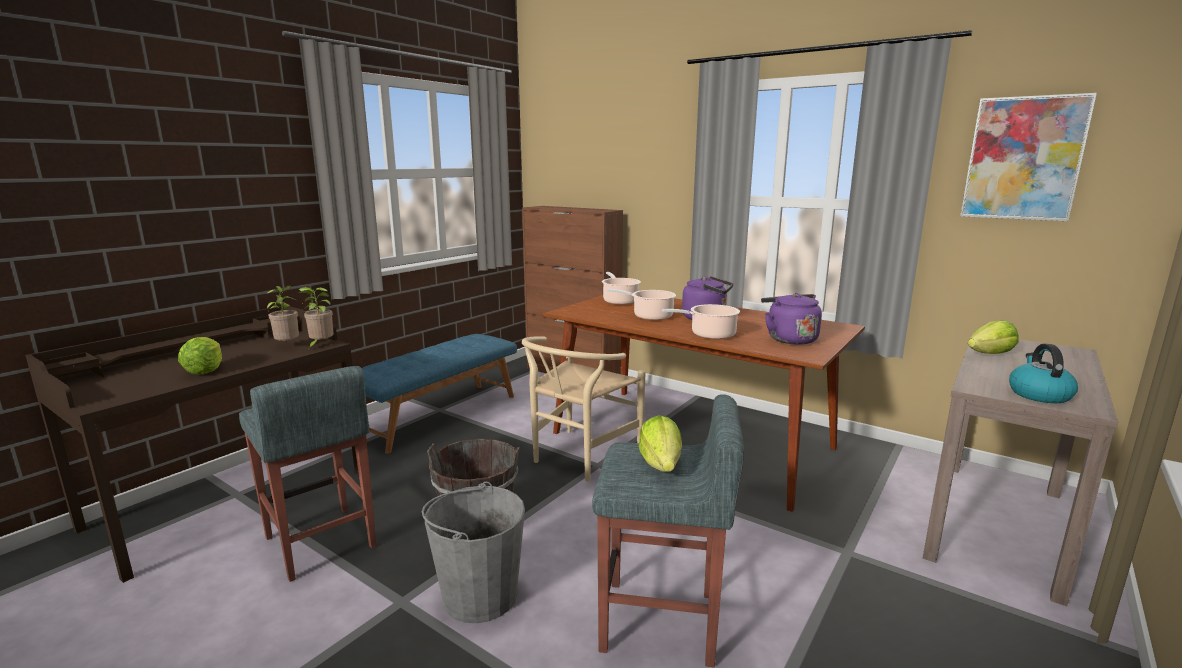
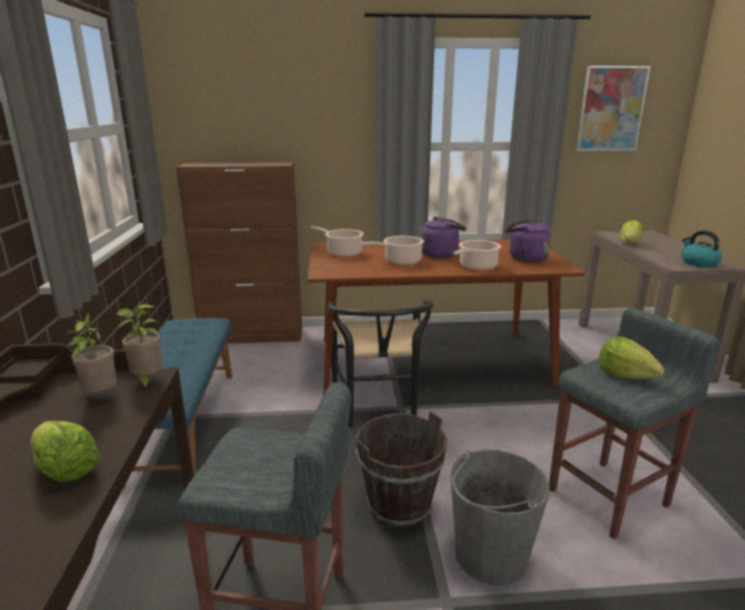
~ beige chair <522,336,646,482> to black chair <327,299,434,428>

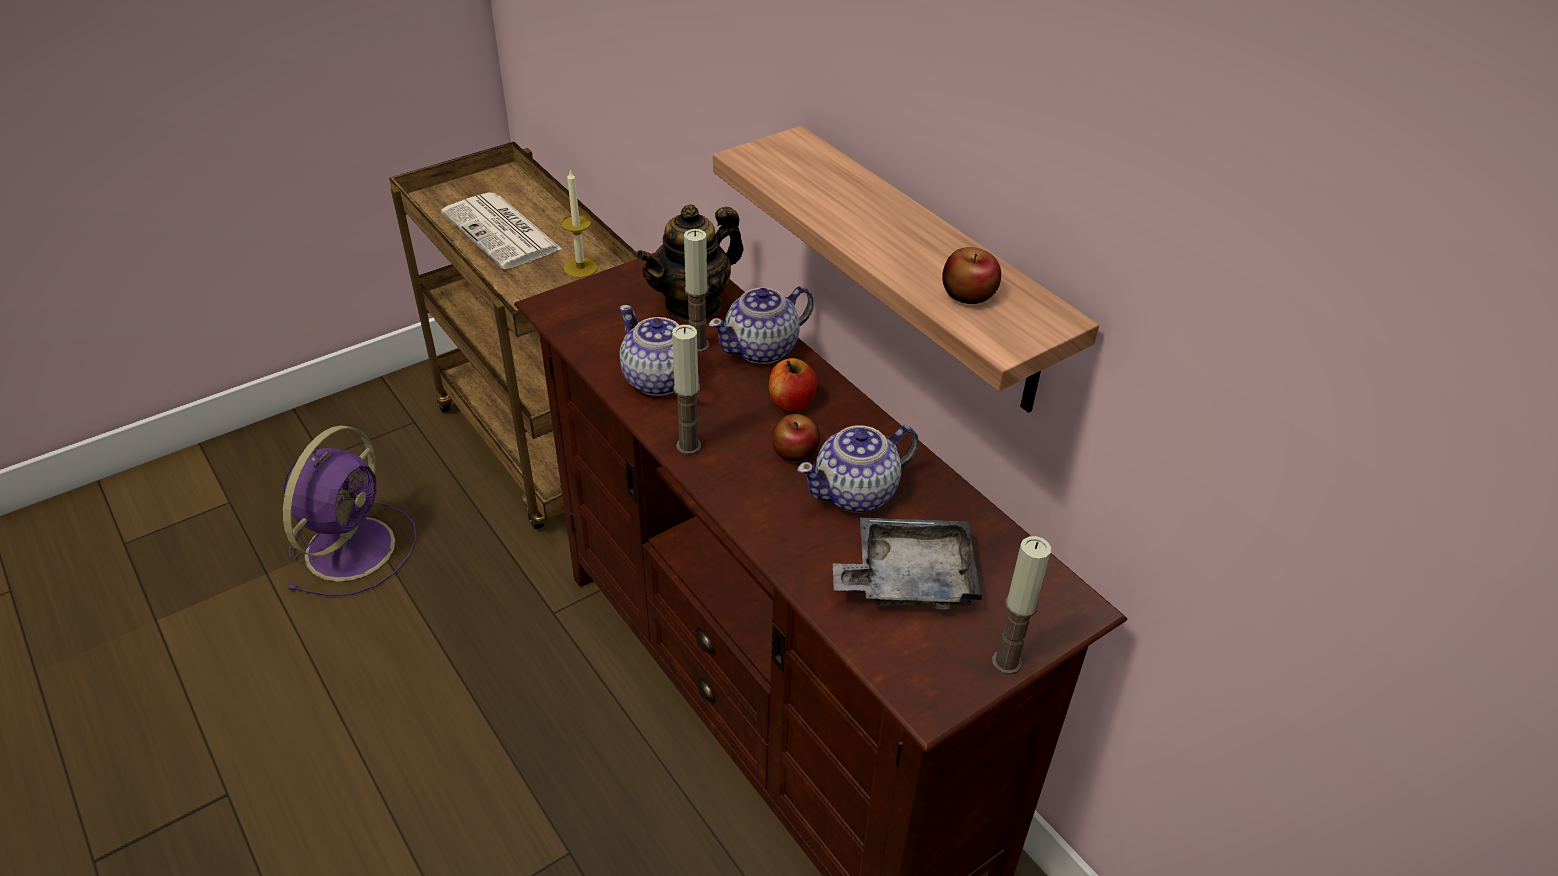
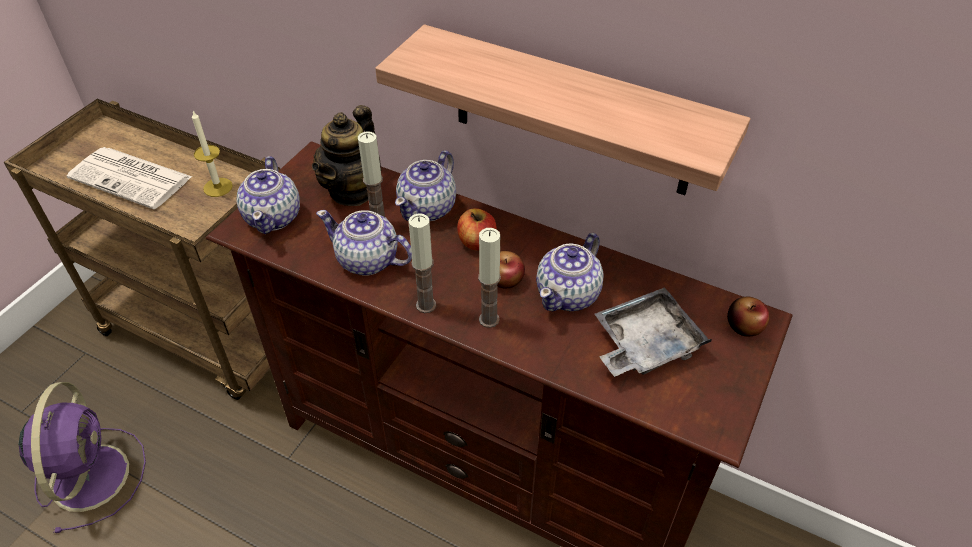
~ apple <942,247,1001,304> to <727,297,769,337>
~ candle <992,536,1051,675> to <478,228,501,328>
+ teapot <237,156,300,234>

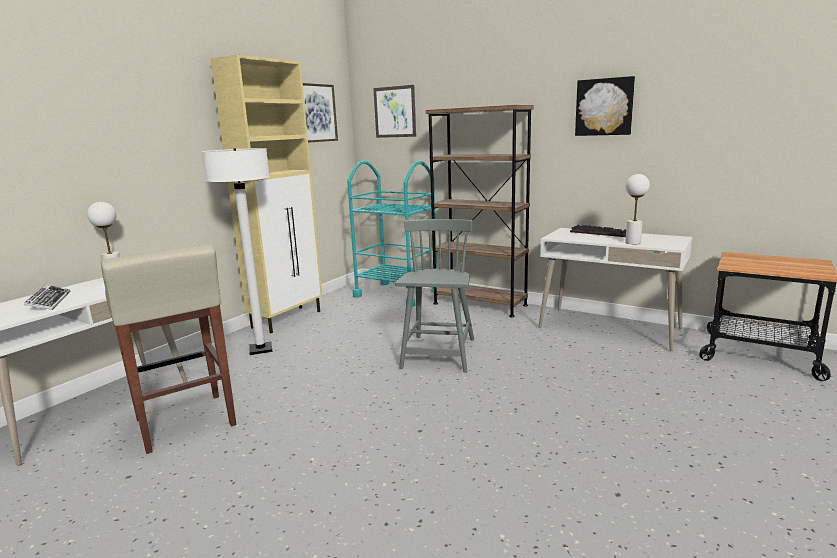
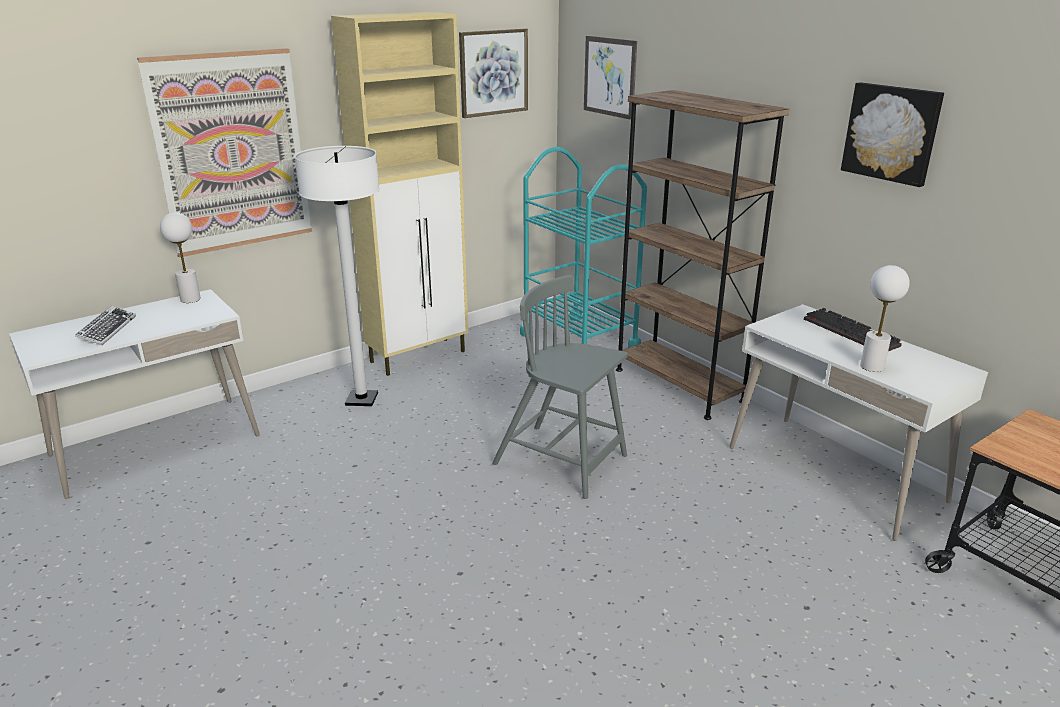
- beige stool <100,245,236,454>
~ grey chair <395,219,474,373> = <492,275,628,499> 90 degrees counterclockwise
+ picture <137,48,312,257>

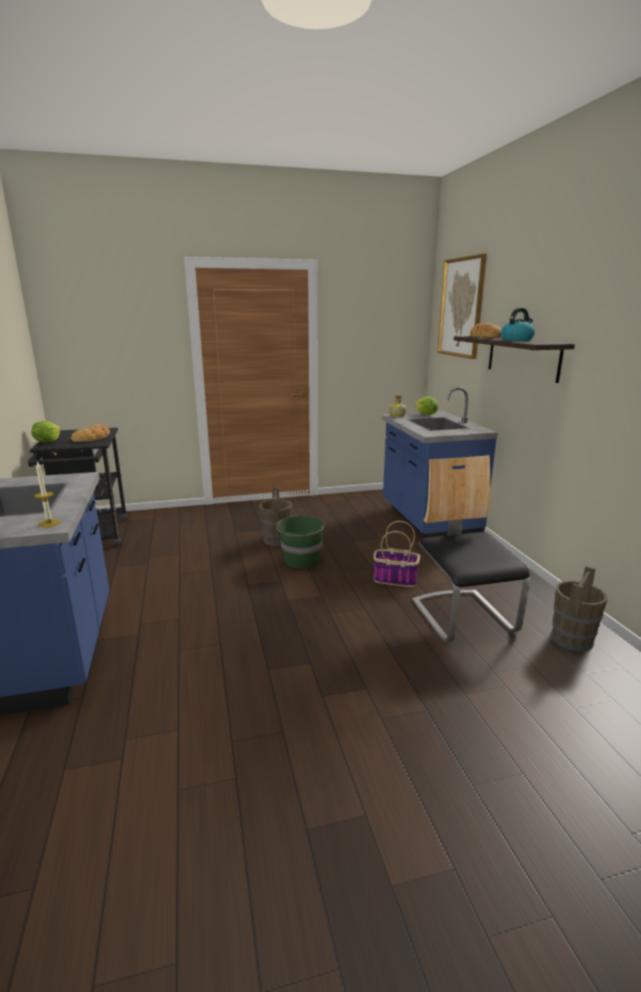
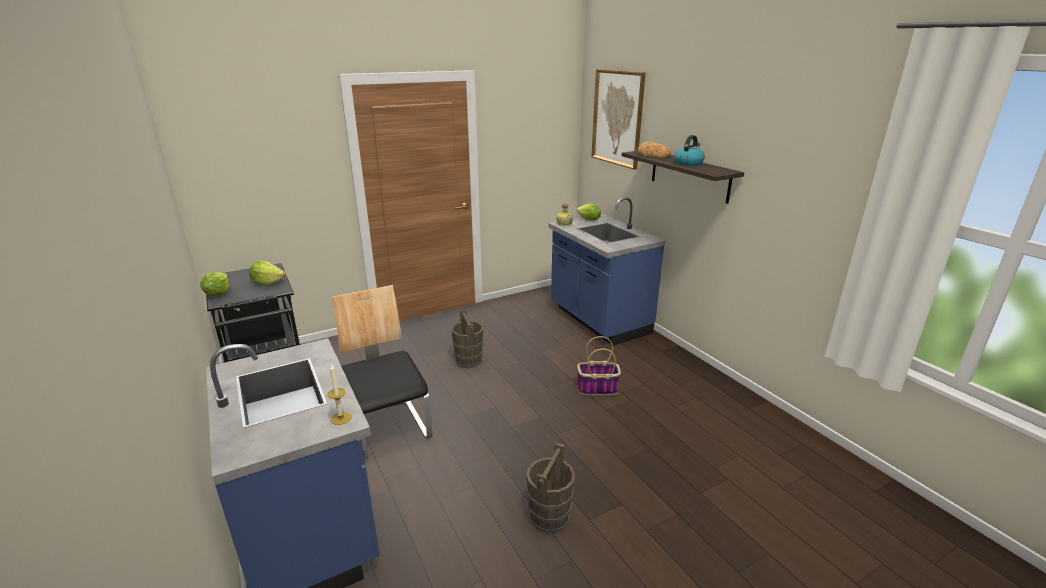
~ bread <71,424,110,442> to lettuce <249,261,286,285>
- green bucket <276,515,325,569>
~ chair <412,455,530,642> to <332,285,433,459>
~ brown bucket <551,566,607,652> to <526,443,575,533>

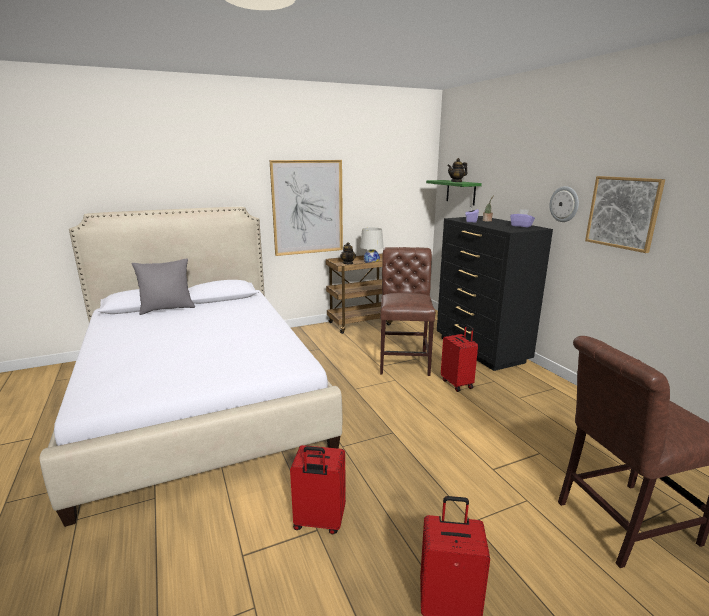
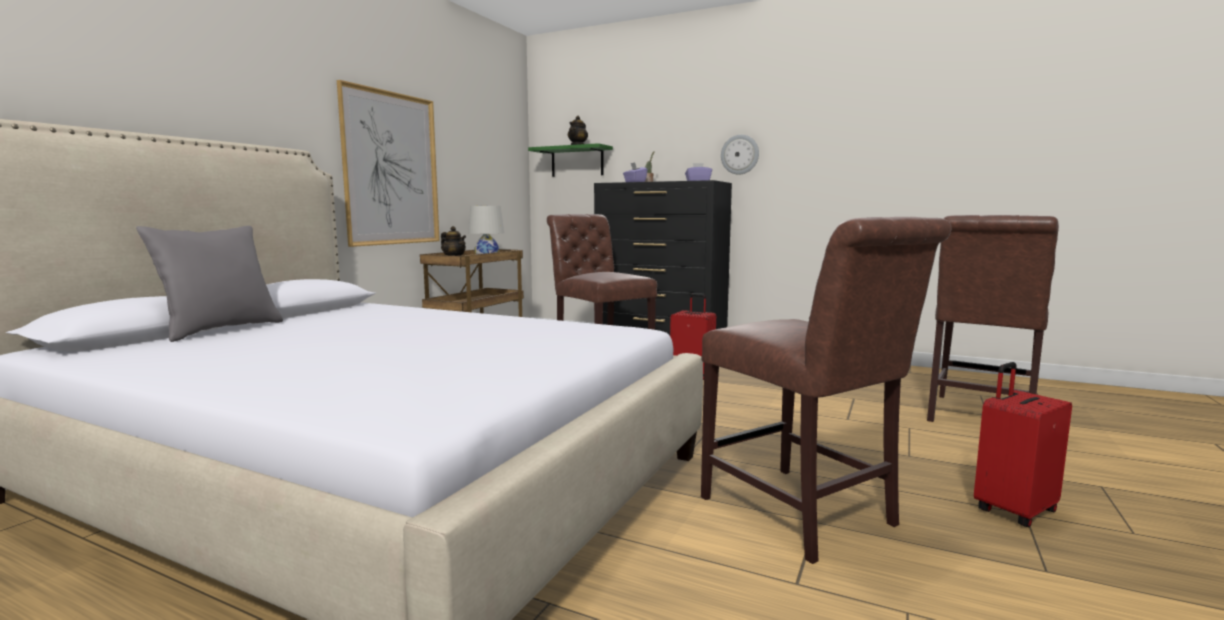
~ red suitcase <290,445,346,534> to brown chair <701,217,952,564>
- picture <585,176,665,253>

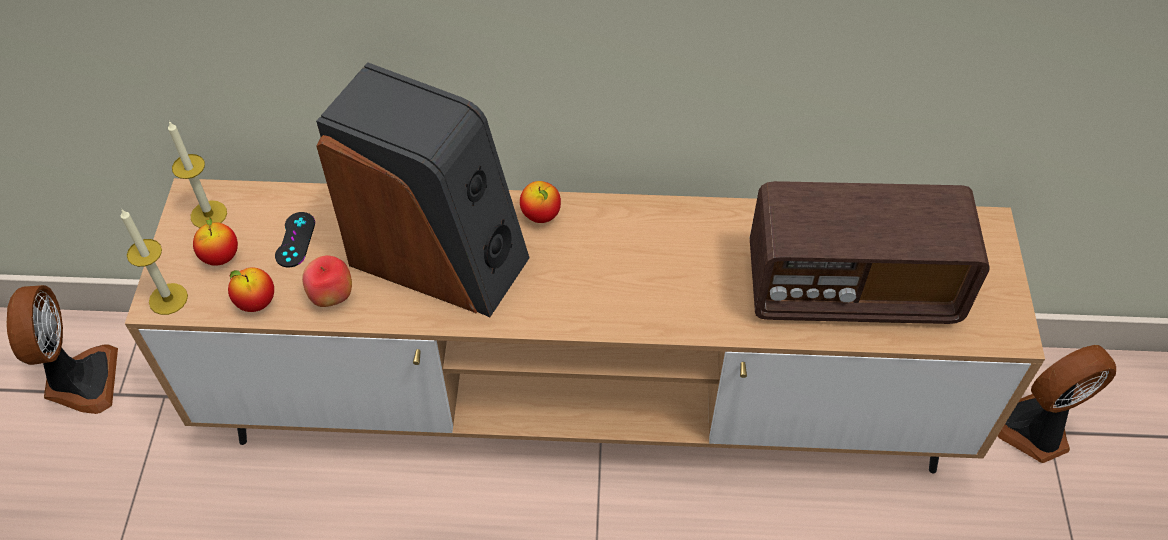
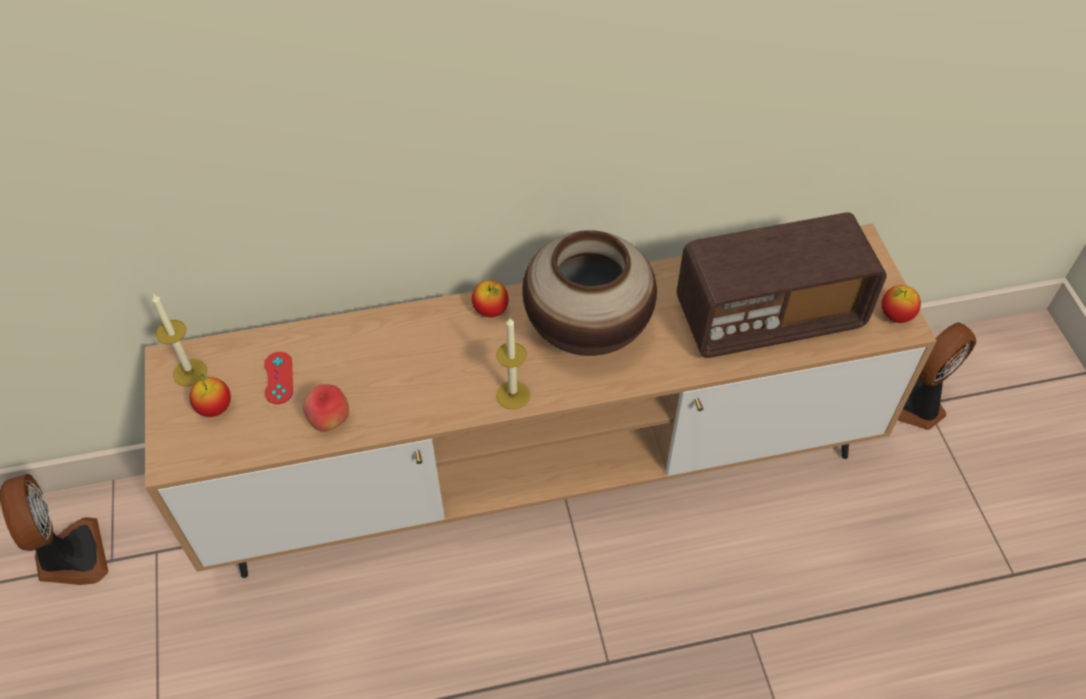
~ candle <121,208,188,315> to <496,318,530,410>
~ apple <228,267,274,312> to <881,285,921,323>
~ black game controller <275,212,315,267> to red game controller <264,352,293,404>
- speaker <316,62,530,317>
+ vase <522,230,657,356>

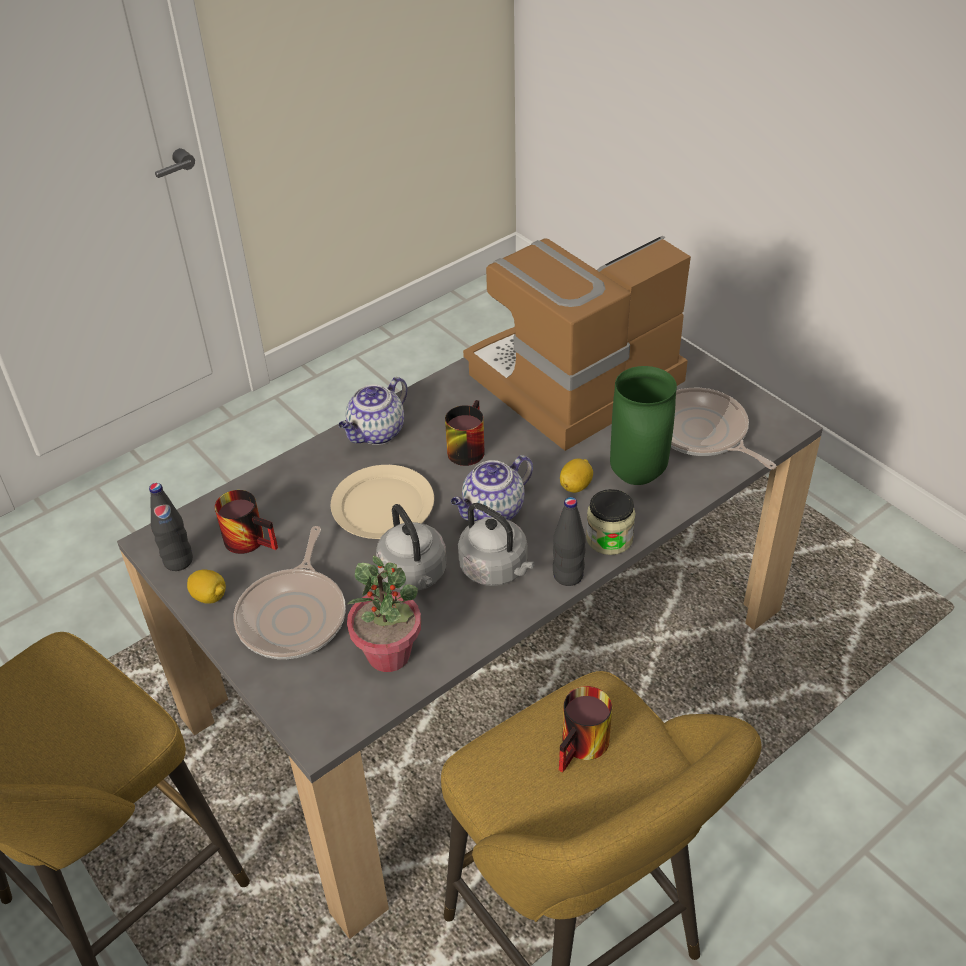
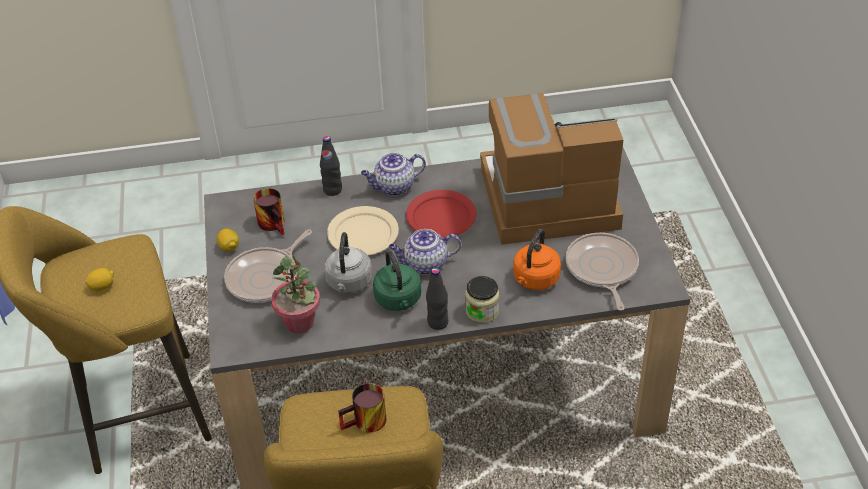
~ black bottle <149,483,193,571> to <320,136,342,196>
~ mug <445,400,485,466> to red plate <406,190,476,238>
~ grey kettle <458,503,535,586> to green kettle <373,250,421,311>
~ lemon <560,458,593,493> to <86,268,114,291>
~ green vase <610,366,677,485> to orange kettle <513,229,561,290>

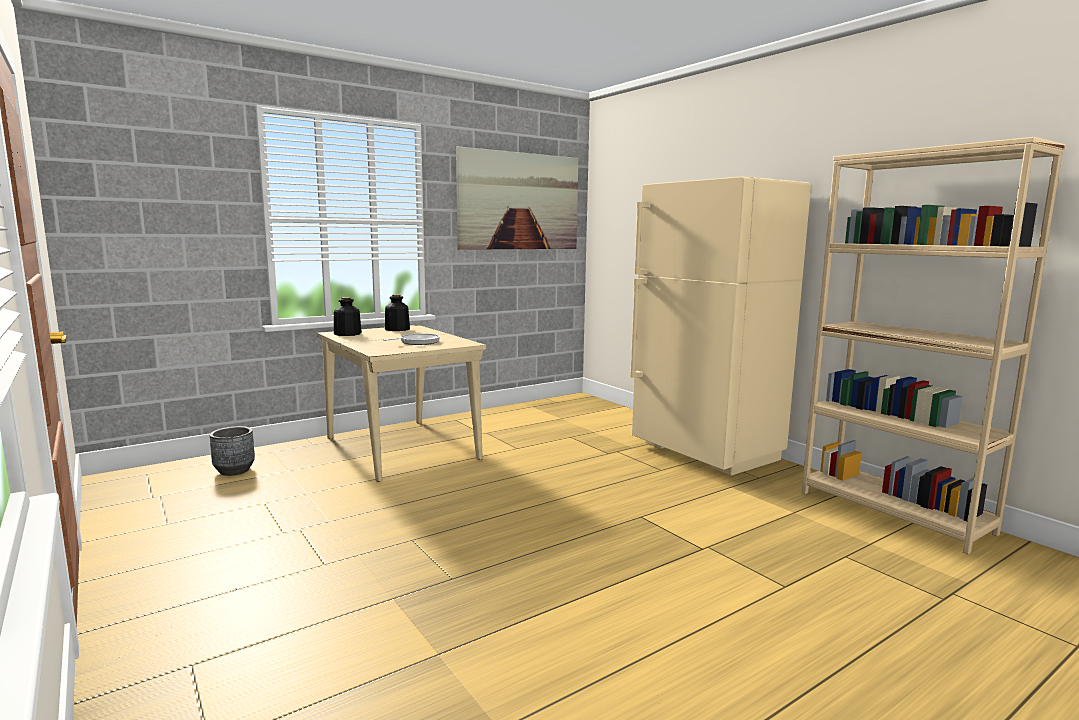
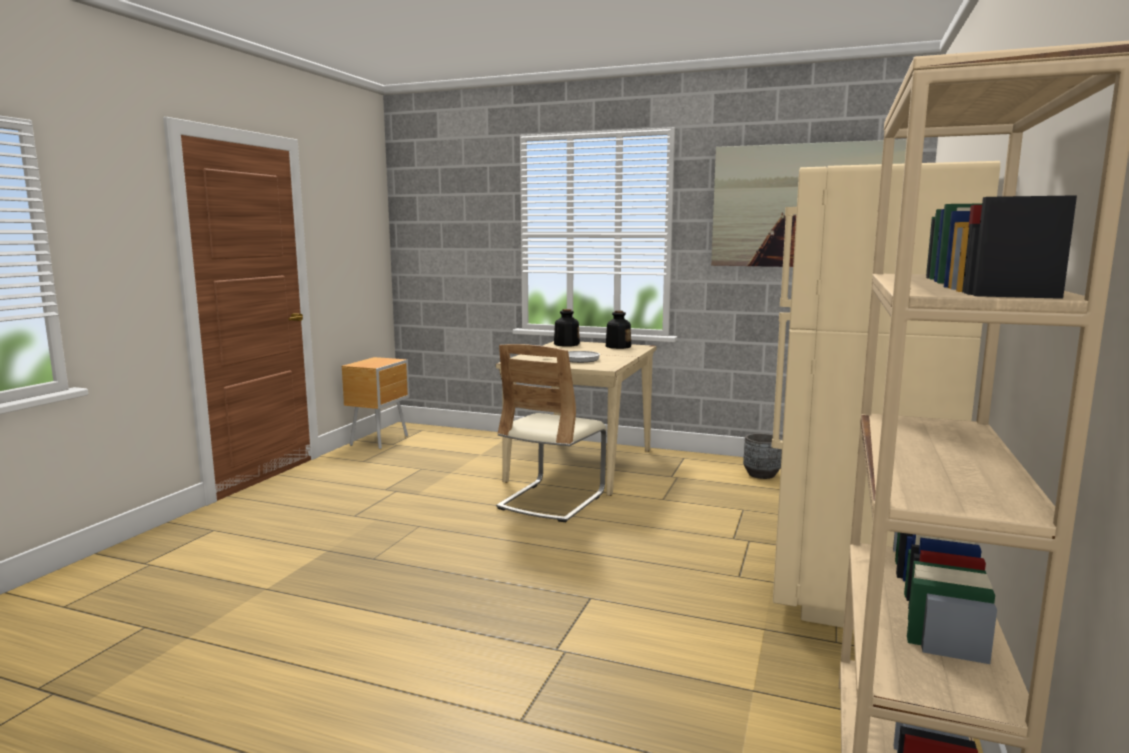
~ grey planter <210,426,255,476> to <743,433,783,479>
+ brown nightstand <341,357,409,449>
+ beige chair <496,344,607,522>

